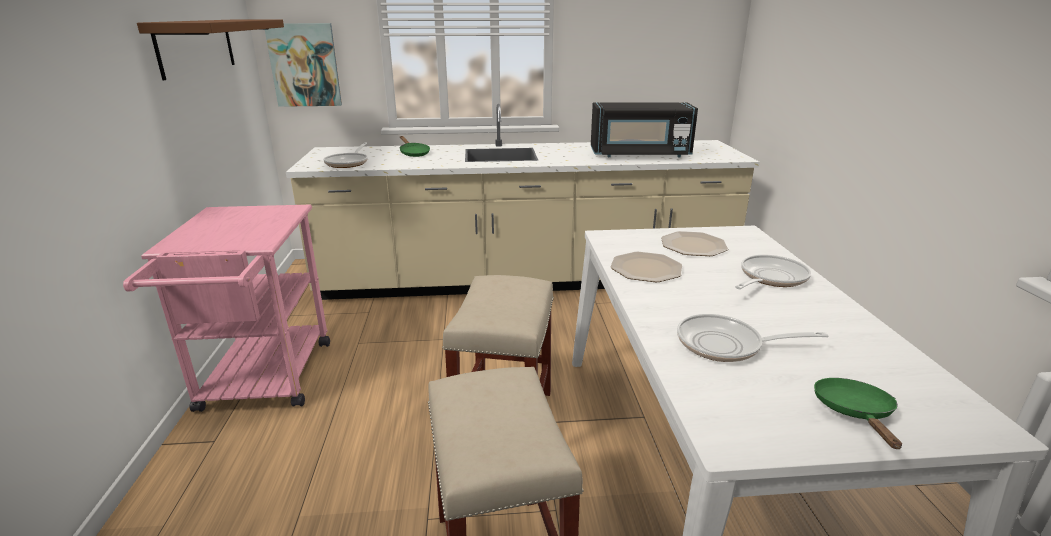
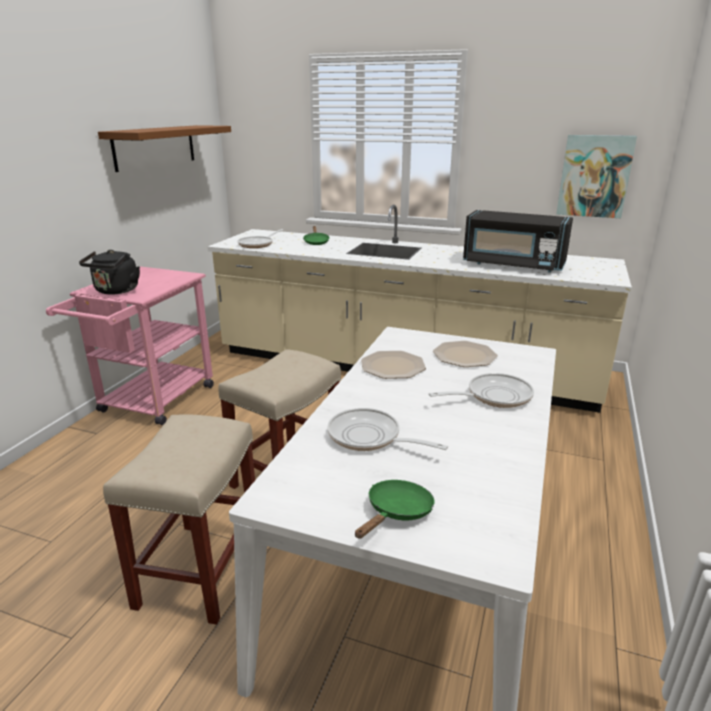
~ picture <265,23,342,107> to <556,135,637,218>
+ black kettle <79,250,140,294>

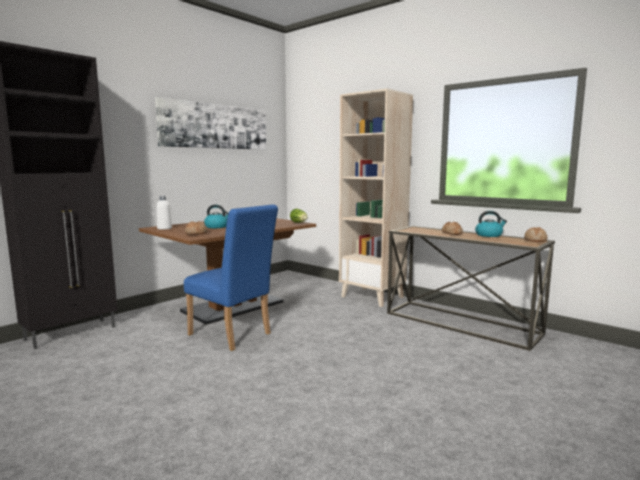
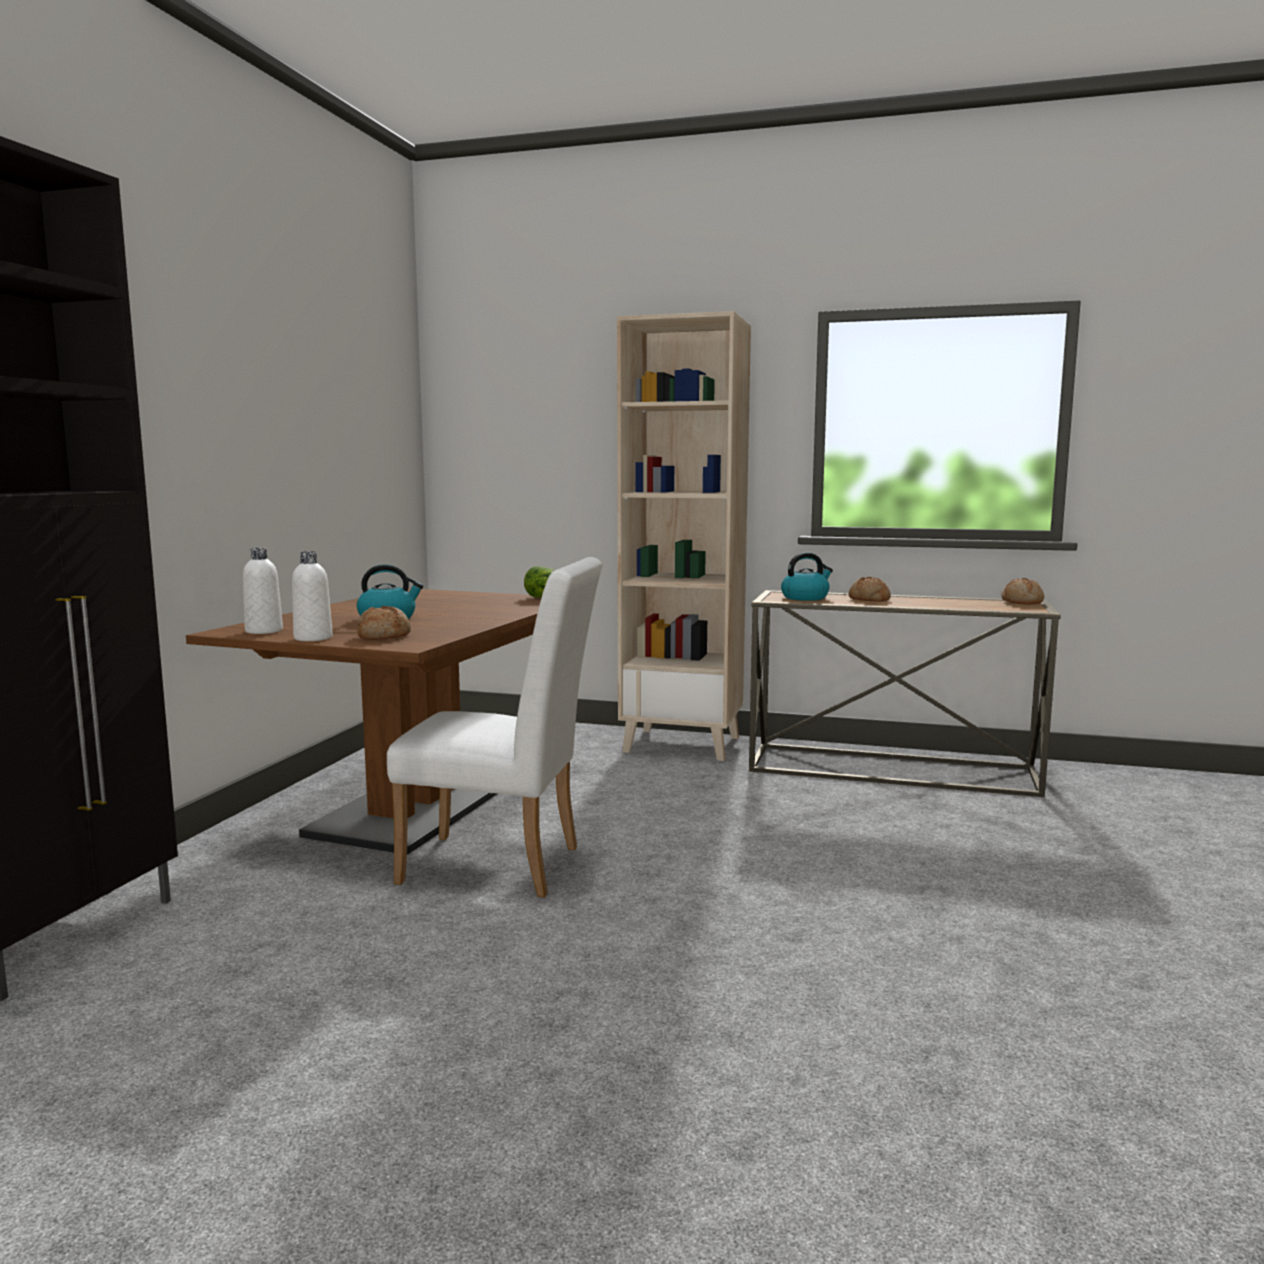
- picture <155,97,266,150>
~ blue chair <184,204,278,351> to white chair <387,557,603,897>
~ kettle <475,211,507,237> to <781,553,833,601>
+ white bottle <292,551,333,641>

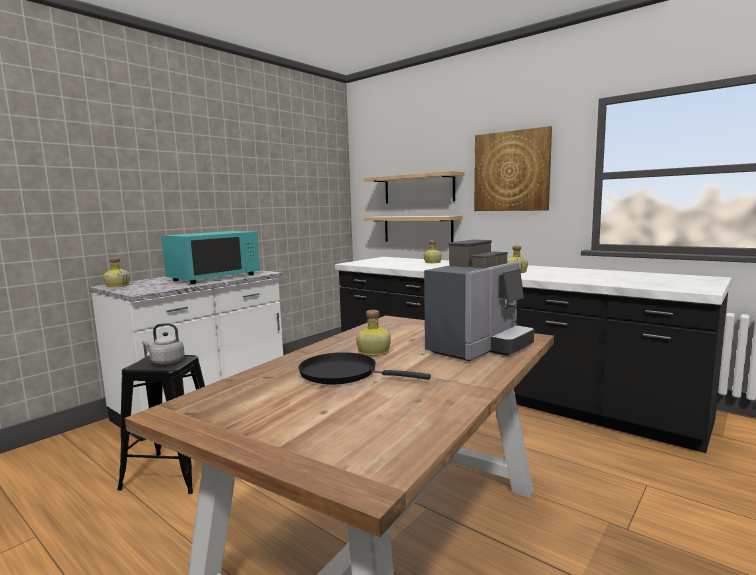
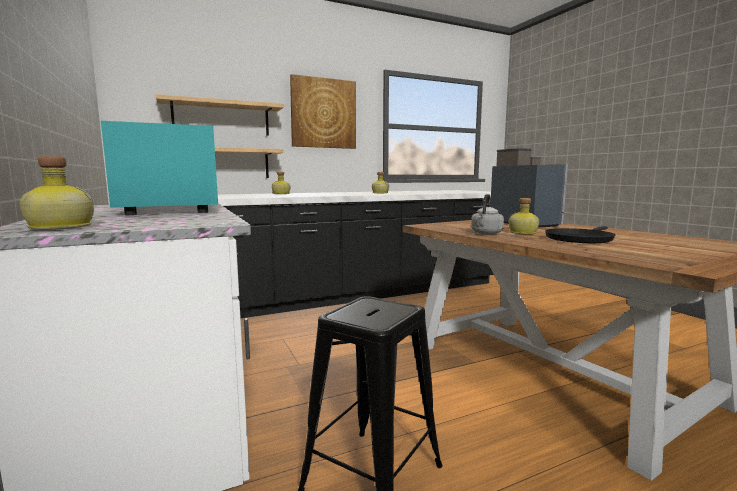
~ grey kettle <142,323,185,365> to <471,194,504,234>

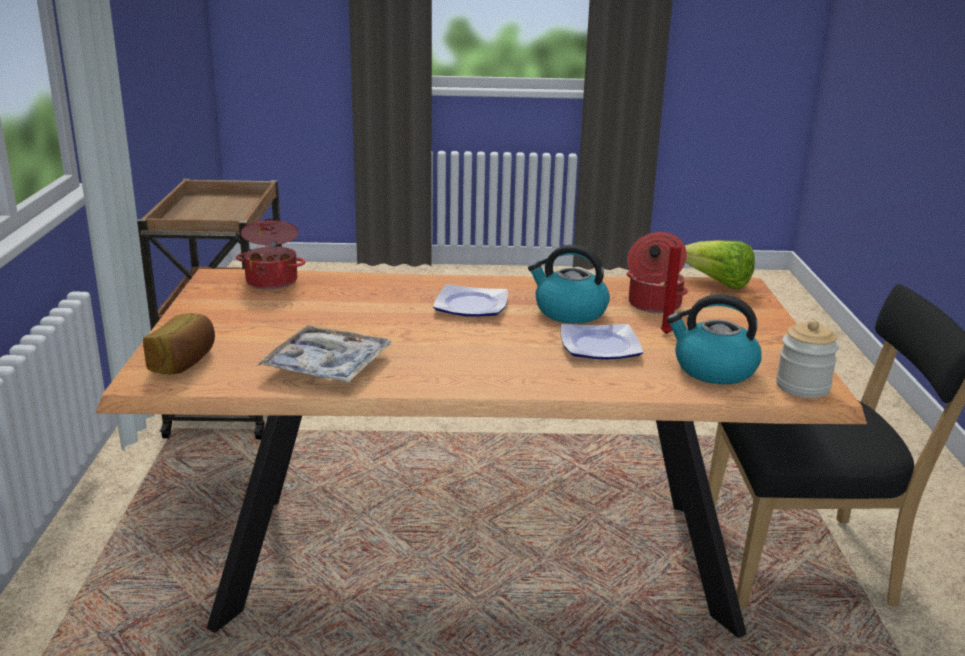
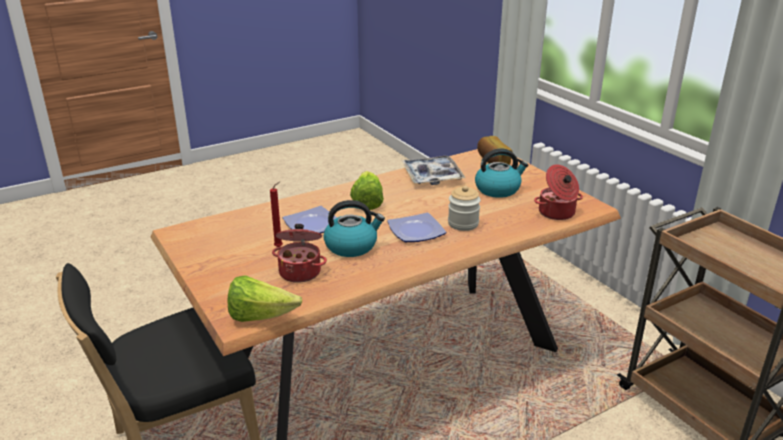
~ kettle <666,294,762,384> to <475,149,528,198>
~ jar <776,320,839,398> to <448,186,481,231>
+ lettuce <350,171,384,210>

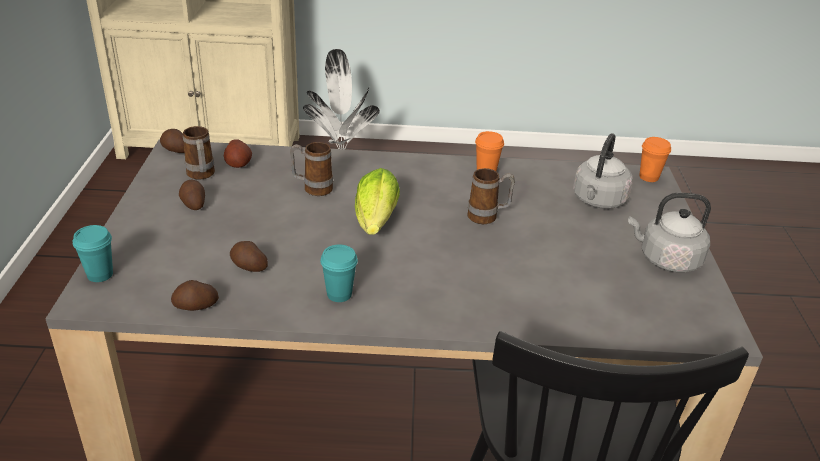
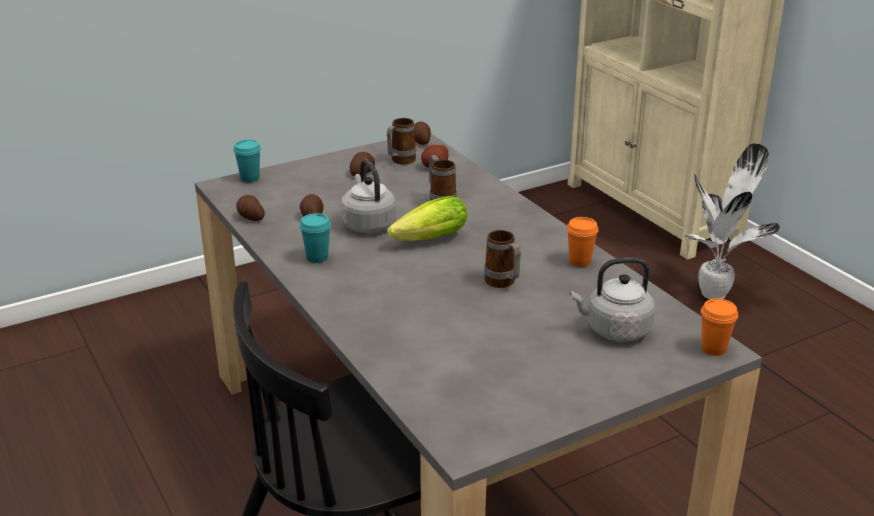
~ grey kettle <628,193,711,273> to <341,160,397,233>

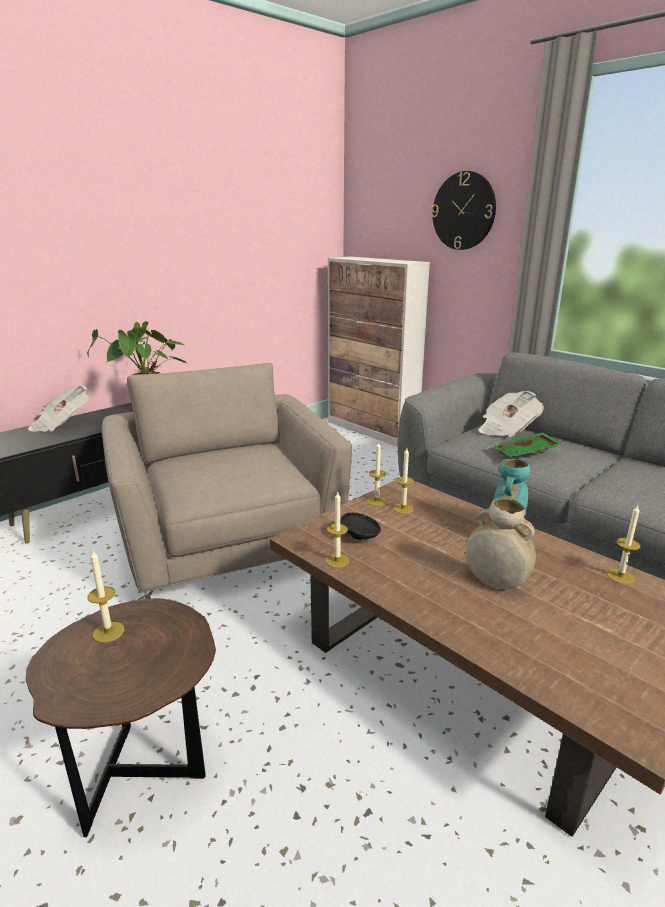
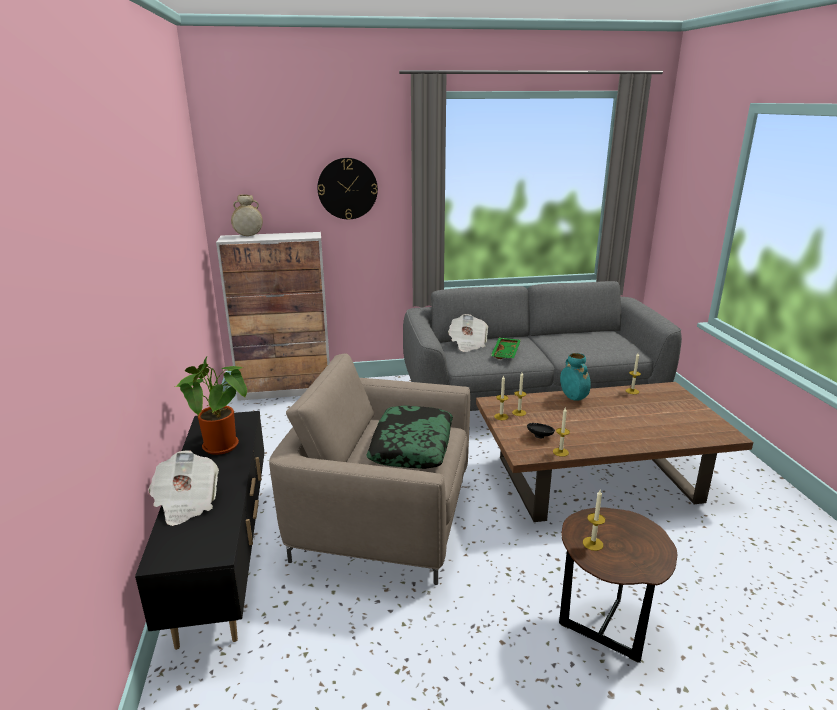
~ beige vase <466,498,536,589> to <231,194,263,236>
+ pillow <366,406,453,469>

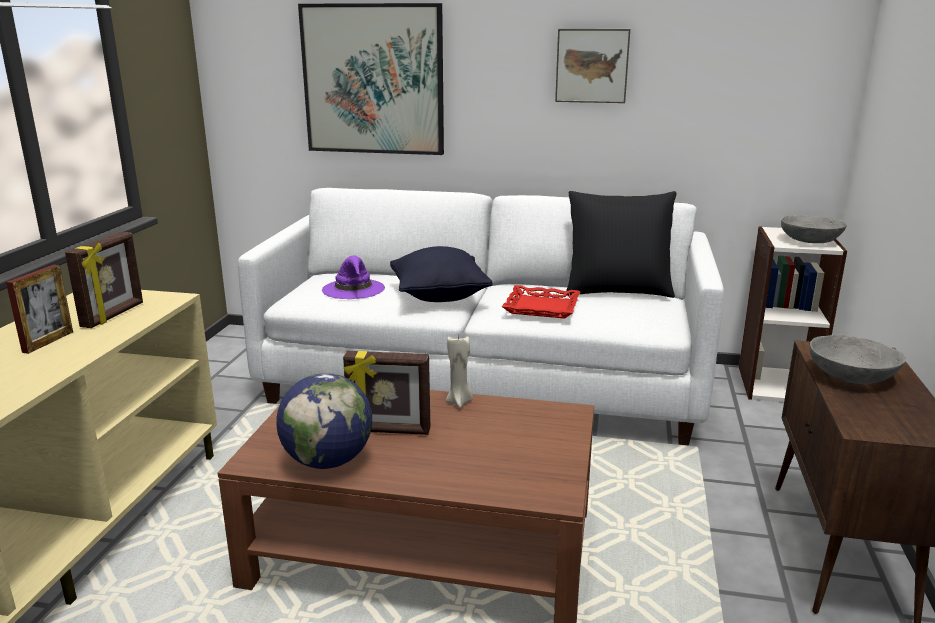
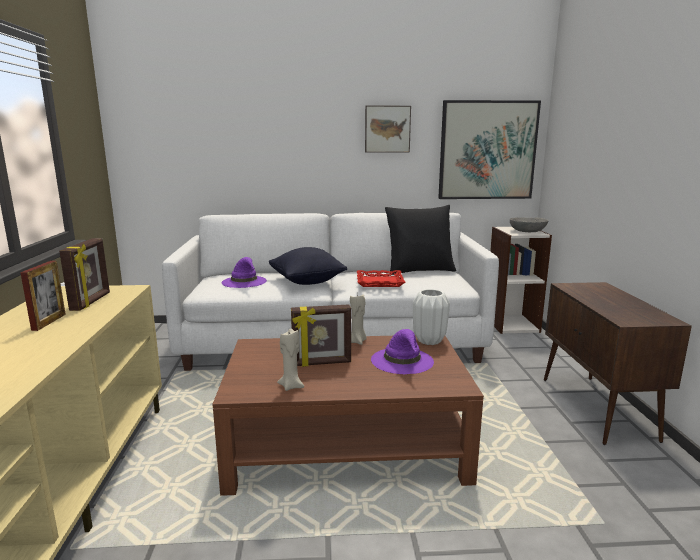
~ globe <276,373,372,469> to beige candle <277,329,304,391>
~ picture <298,3,444,155> to <438,100,541,199>
- grey bowl <809,334,906,384>
+ purple hat <371,329,434,374>
+ white vase <413,289,450,345>

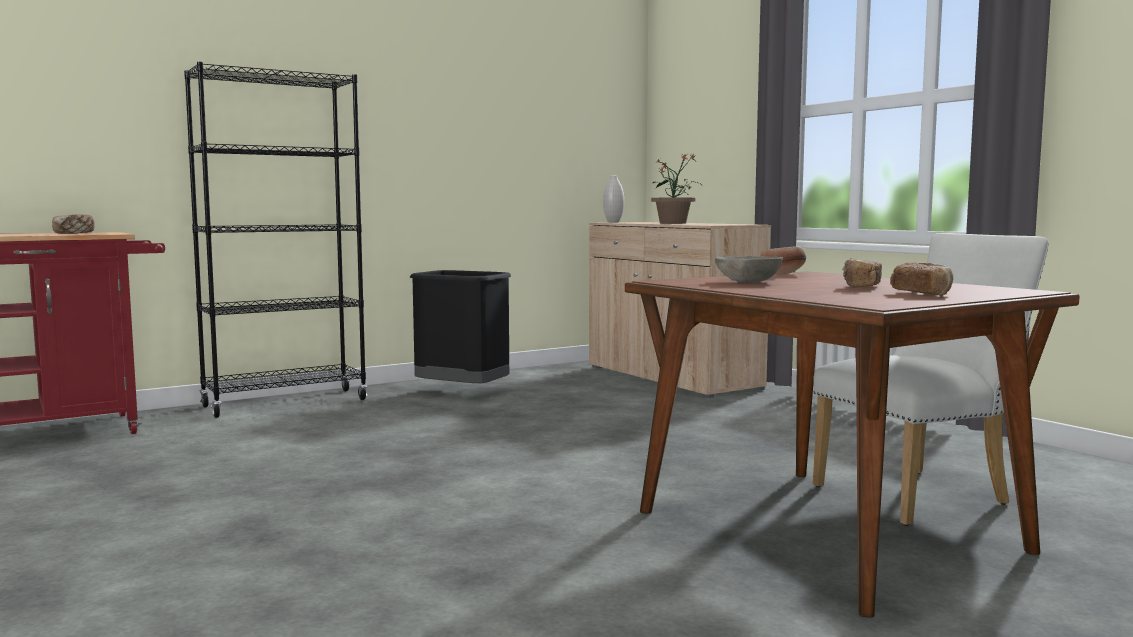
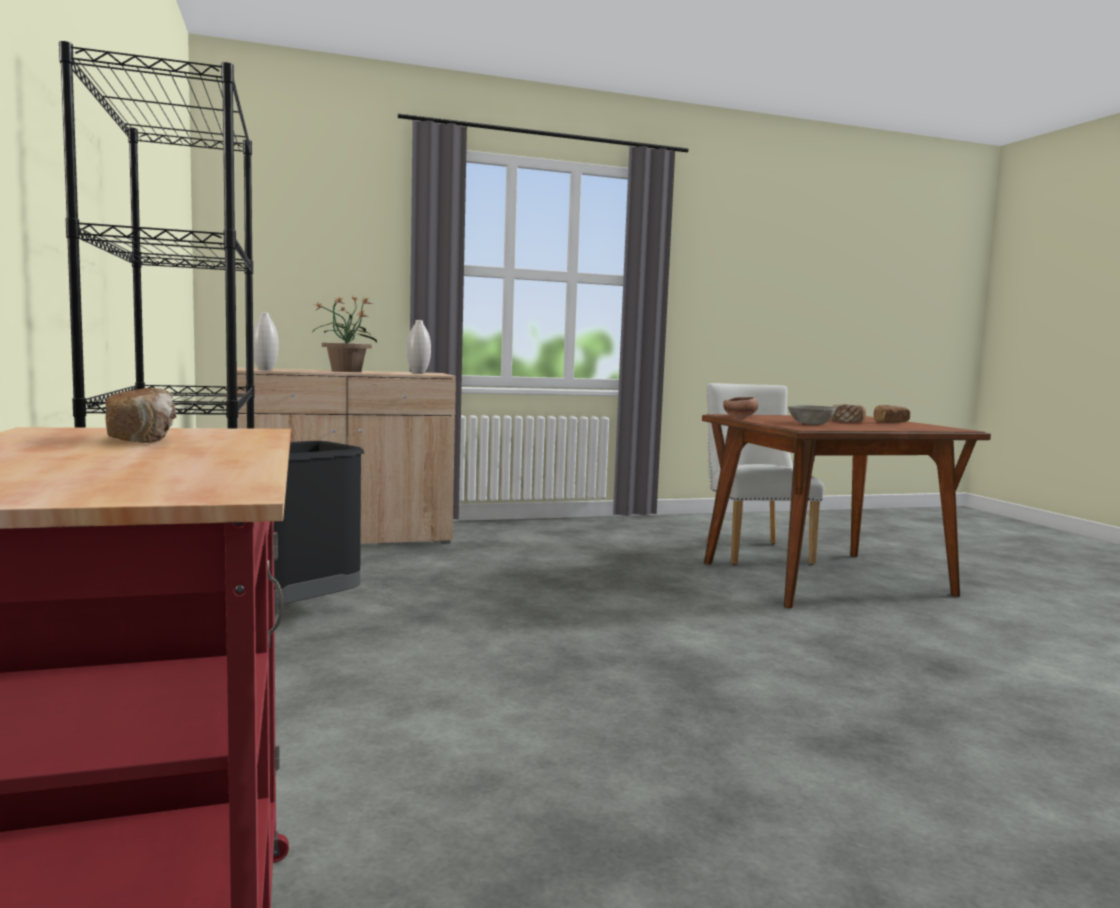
+ white vase <407,320,431,374>

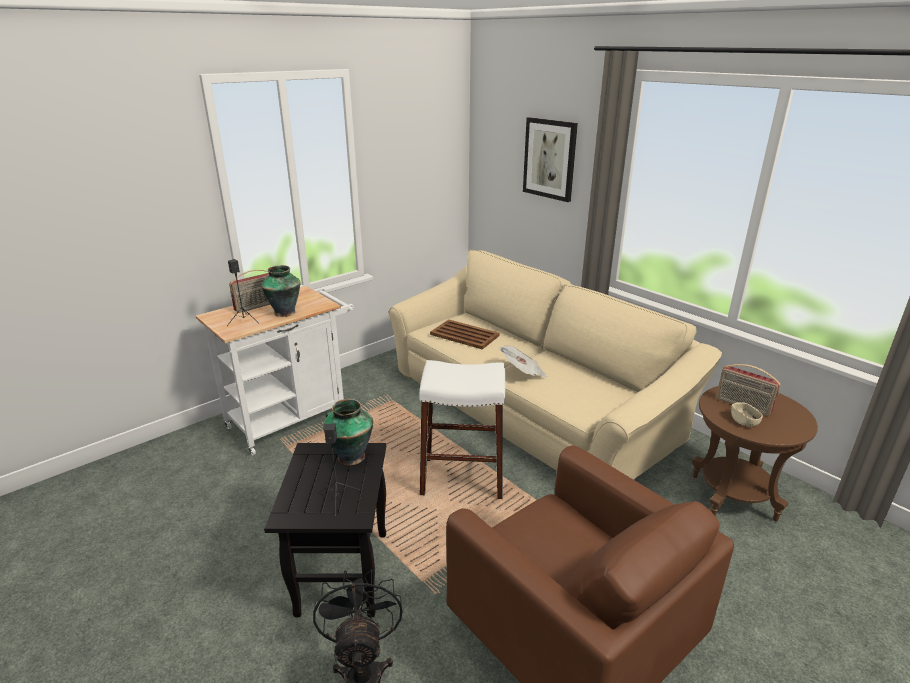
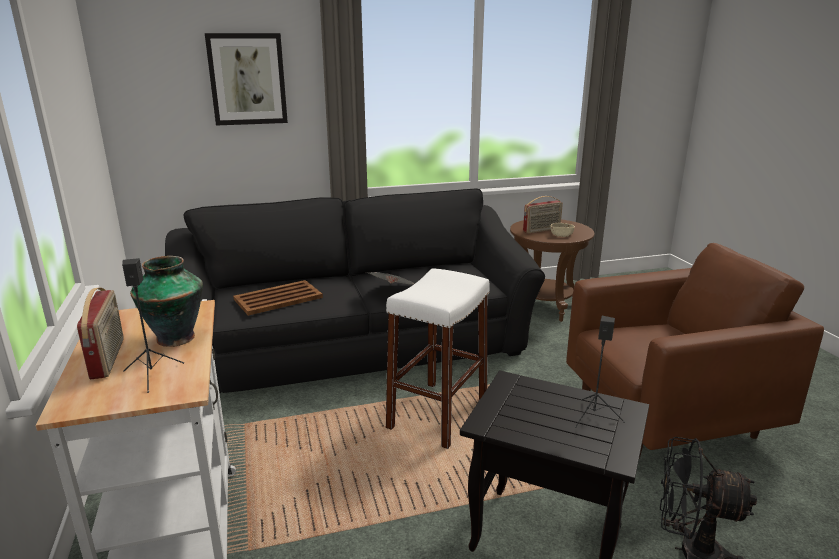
- vase <323,399,373,465>
~ beige sofa <389,250,722,480> to black sofa <165,188,545,394>

